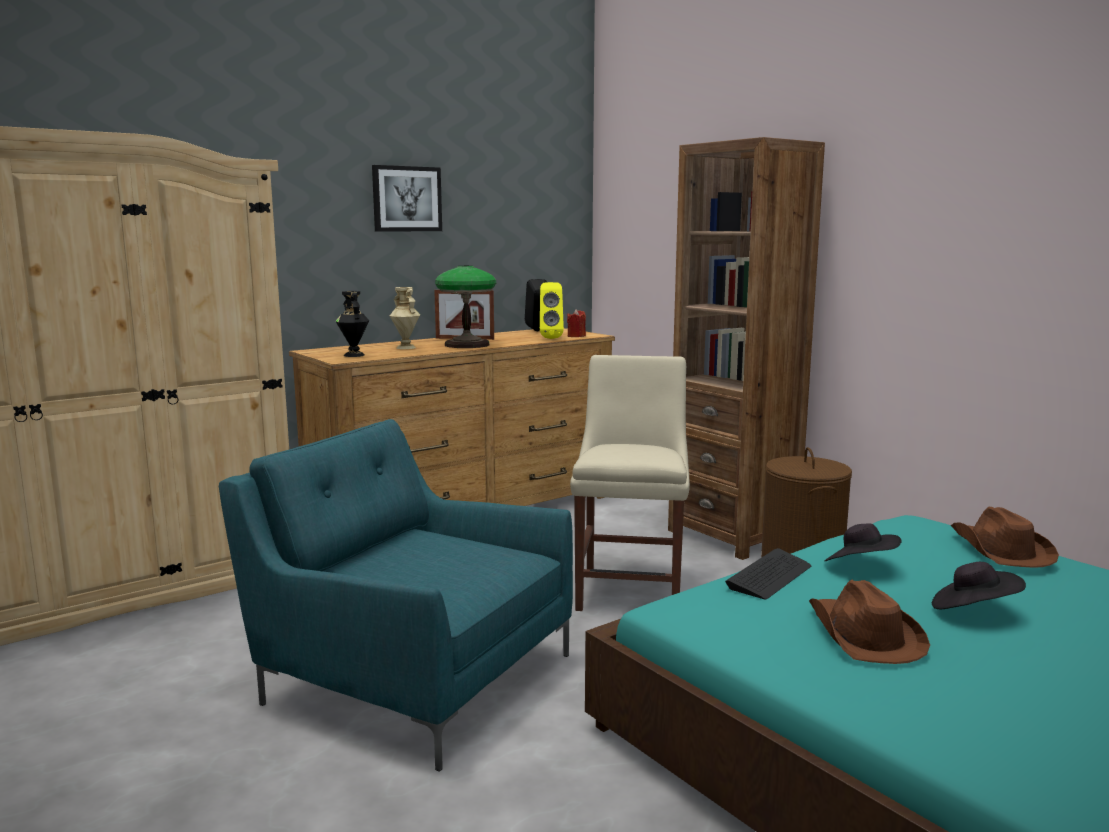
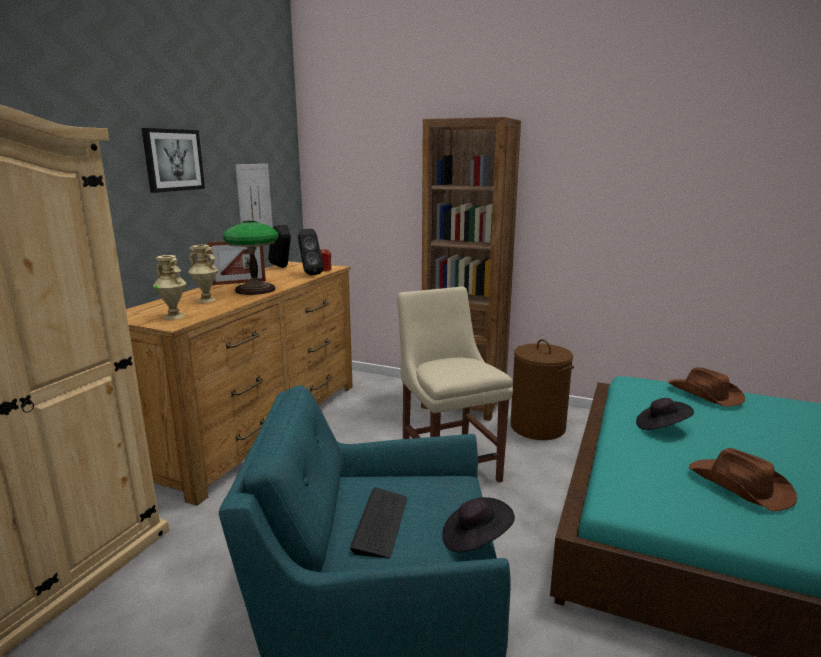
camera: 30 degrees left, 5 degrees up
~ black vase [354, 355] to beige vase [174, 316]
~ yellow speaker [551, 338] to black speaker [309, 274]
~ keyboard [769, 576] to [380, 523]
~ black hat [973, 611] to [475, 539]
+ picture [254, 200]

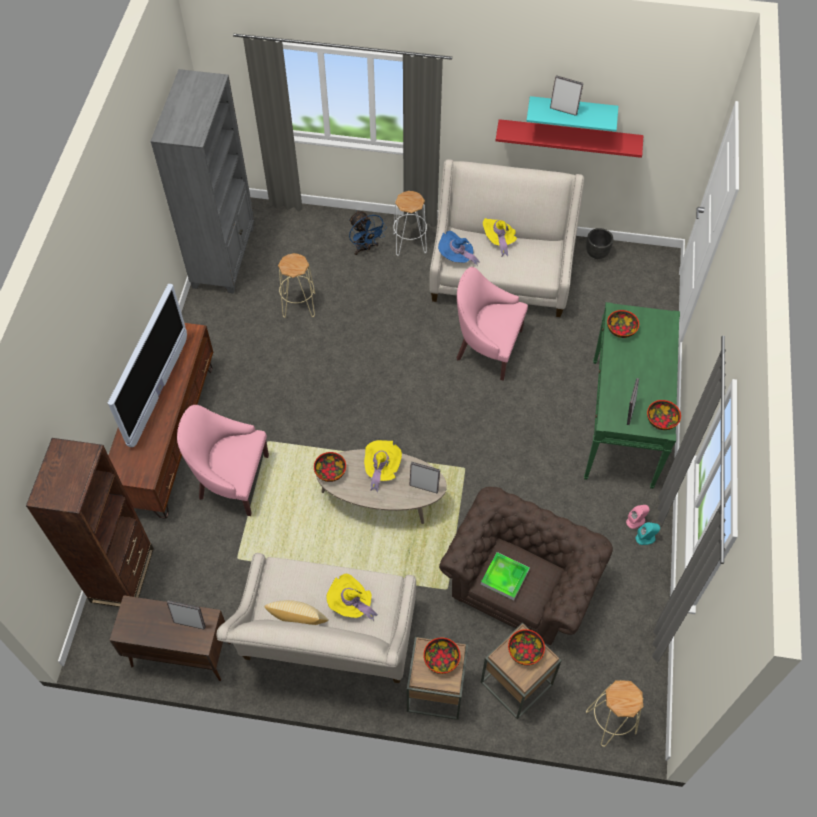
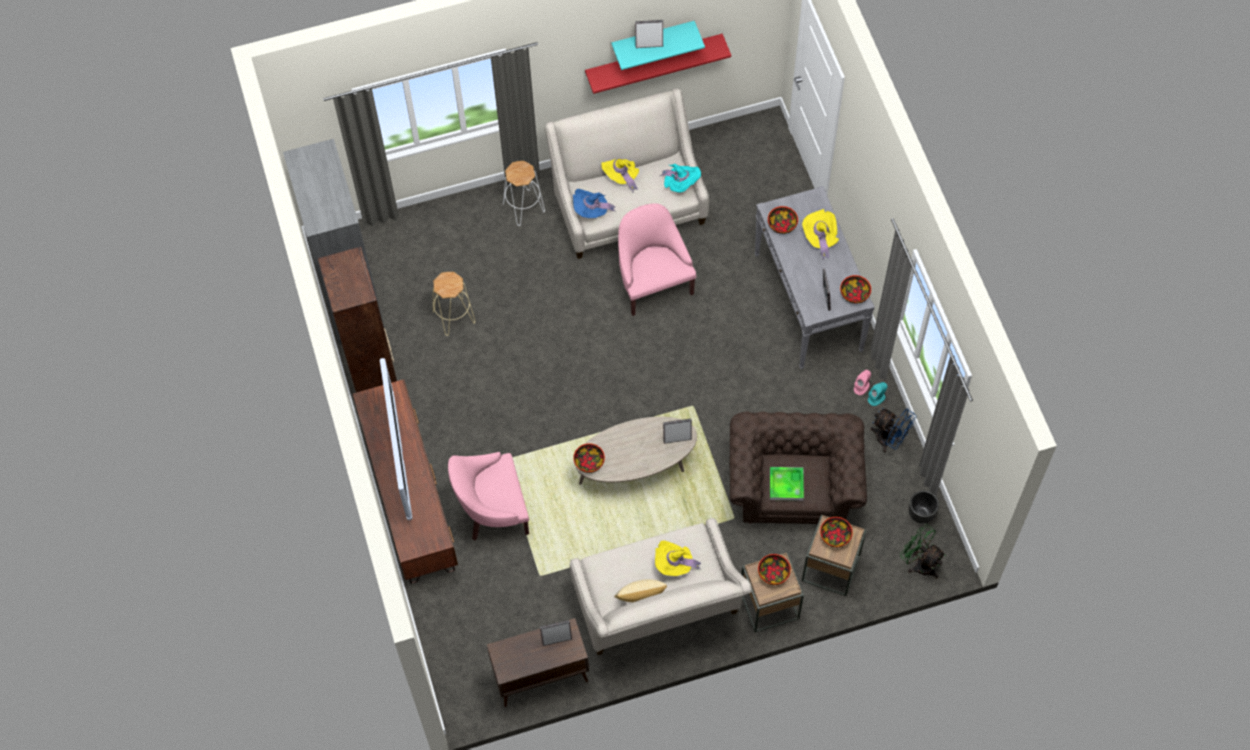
camera: 25 degrees left, 5 degrees up
~ brown bookcase [122, 575] to [373, 374]
~ blue fan [365, 248] to [889, 440]
~ yellow hat [381, 469] to [820, 238]
~ pink armchair [487, 347] = [653, 282] 75 degrees clockwise
~ green console table [622, 423] to grey console table [808, 303]
~ black planter [596, 253] to [920, 514]
~ beige stool [610, 722] to green fan [920, 563]
+ turquoise hat [681, 184]

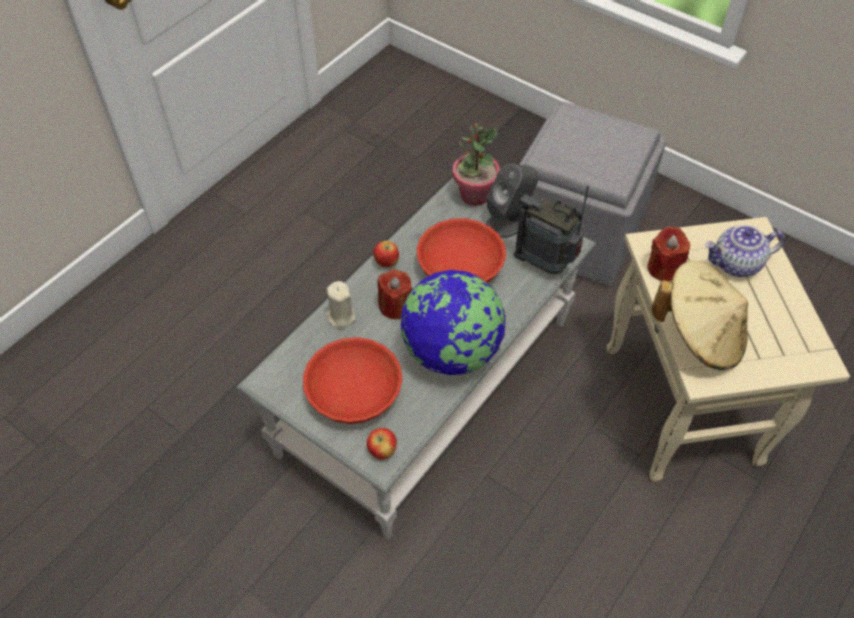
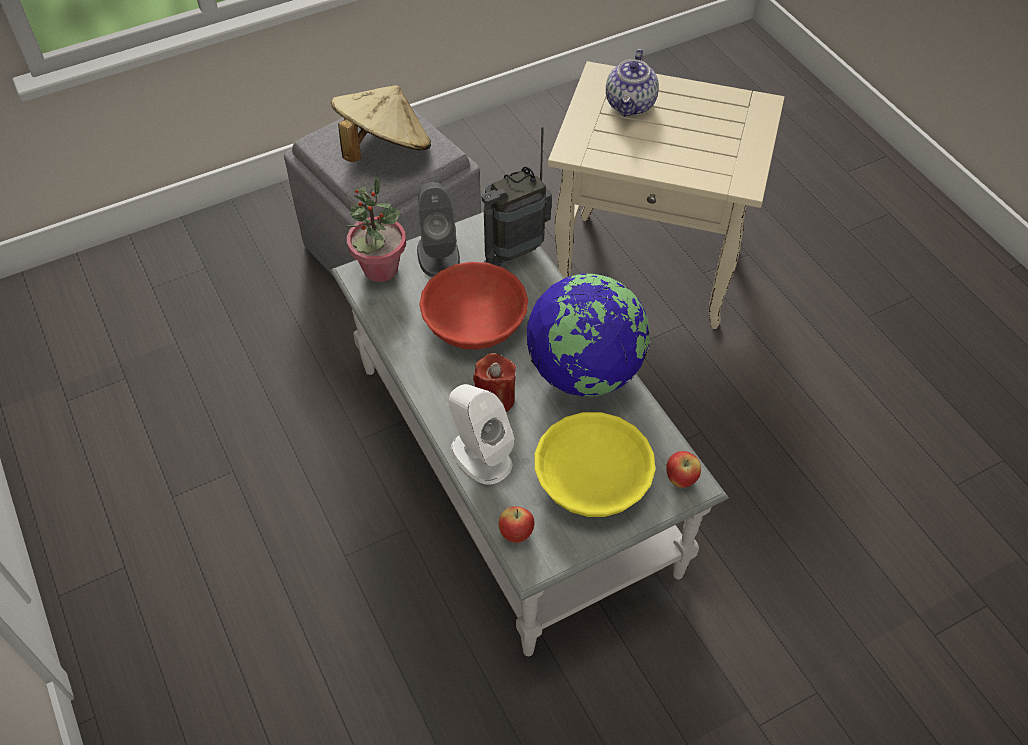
camera: 65 degrees left, 0 degrees up
~ red bowl [354, 392] to yellow bowl [592, 478]
~ beige candle [341, 317] to white speaker [480, 455]
~ apple [386, 263] to [516, 534]
- red candle [664, 268]
~ beige hat [699, 335] to [384, 149]

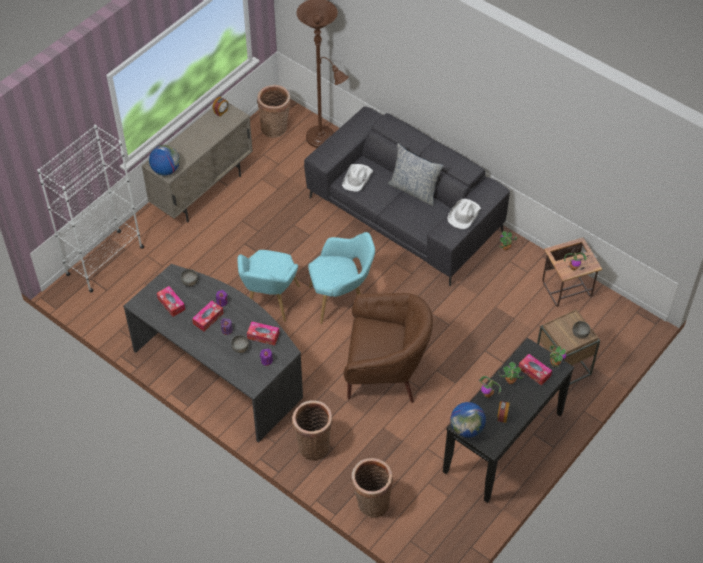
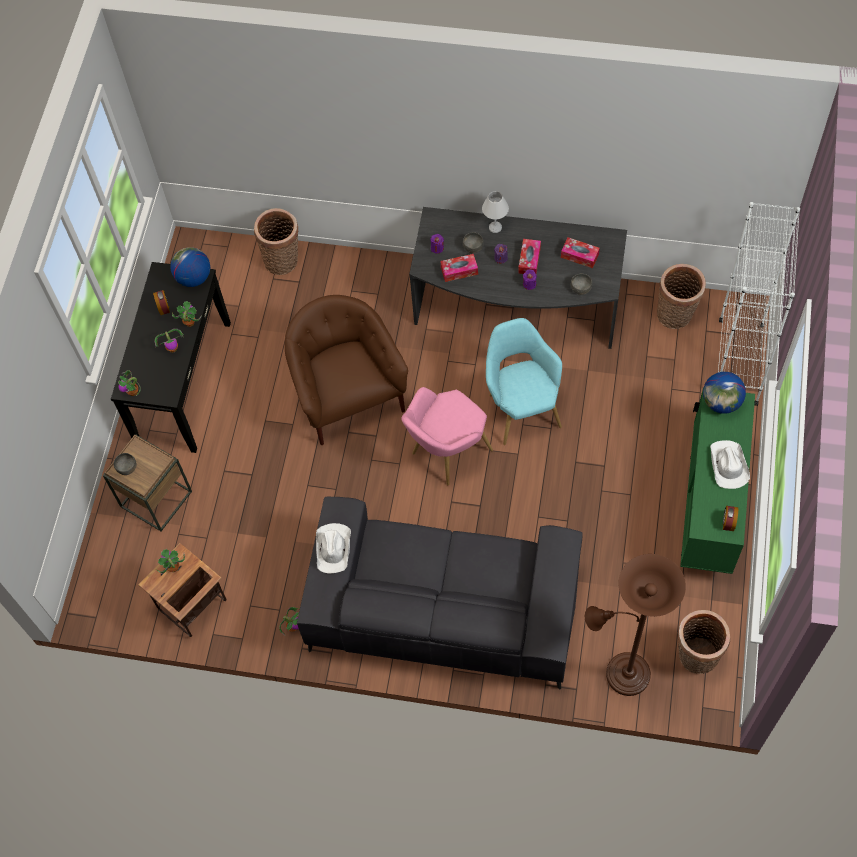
camera: 155 degrees right, 10 degrees up
~ beige cabinet [203, 191] to green cabinet [708, 509]
~ basket [313, 445] to [676, 316]
~ turquoise armchair [341, 299] to pink armchair [446, 453]
~ white hat [357, 178] to [728, 465]
~ brown armchair [384, 370] = [348, 395] 90 degrees clockwise
- pillow [414, 190]
- tissue box [534, 372]
+ white table lamp [495, 228]

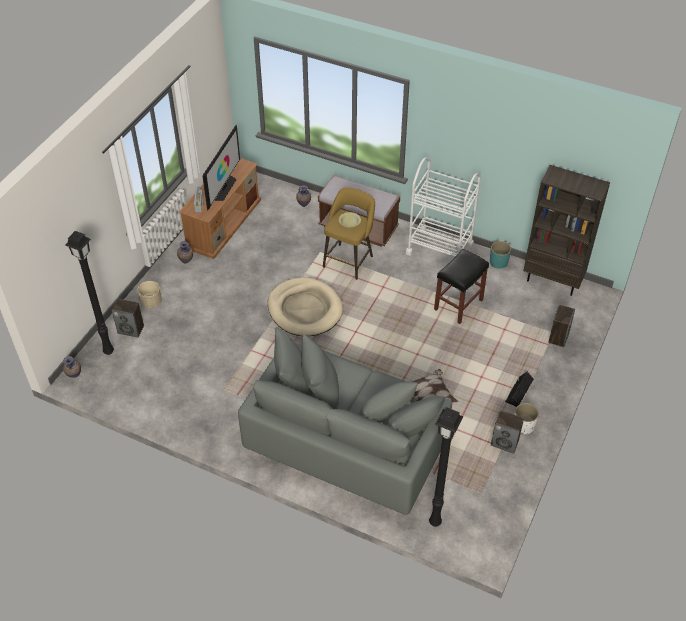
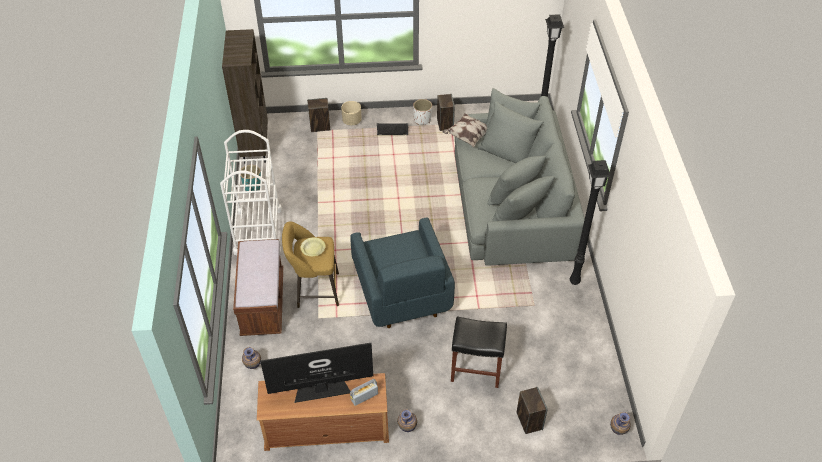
camera: 120 degrees left, 0 degrees up
~ black floor lamp [107, 351] to [575, 282]
~ beige planter [151, 302] to [352, 121]
~ beige dog bed [305, 309] to blue armchair [402, 293]
~ black stool [458, 305] to [477, 369]

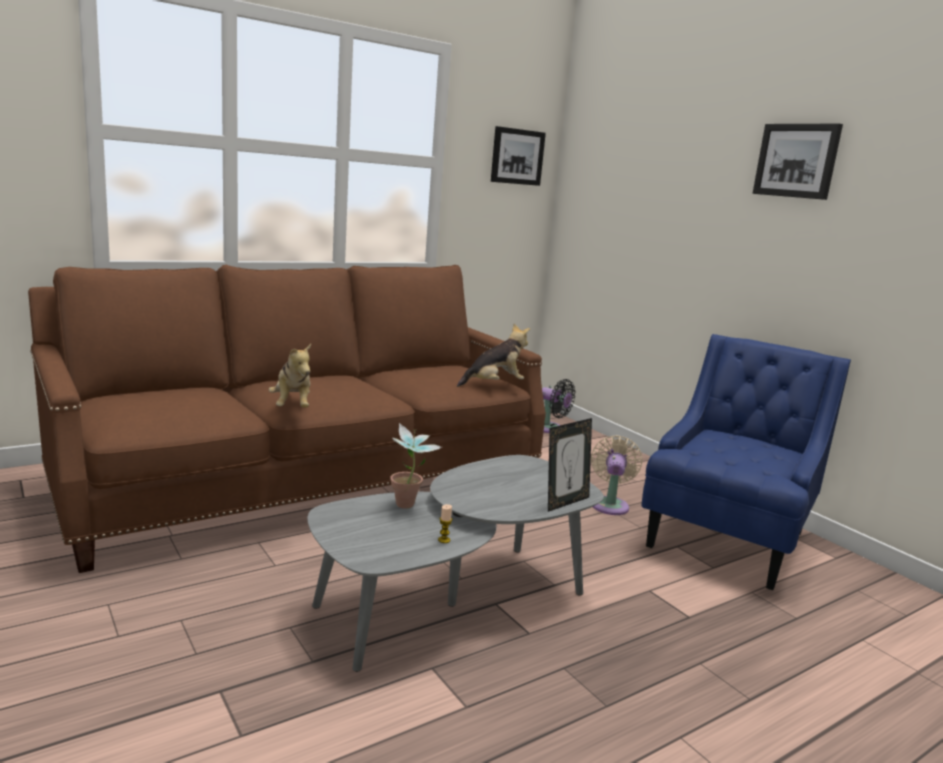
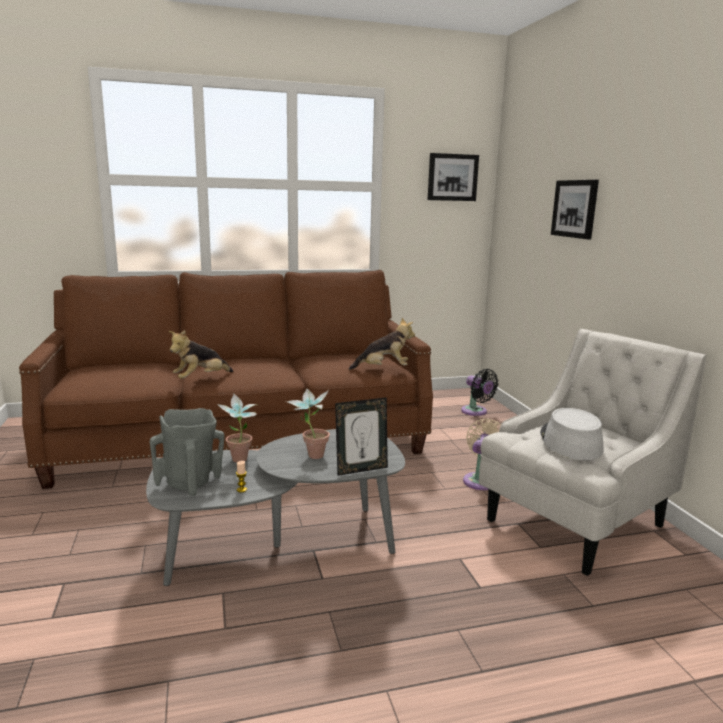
camera: 20 degrees right, 0 degrees up
~ plush toy [292, 406] = [200, 379] 45 degrees clockwise
~ blue armchair [725, 540] to white armchair [573, 524]
~ picture [797, 161] to [575, 208]
+ grey vase [191, 482]
+ potted plant [310, 456]
+ grey hat [569, 442]

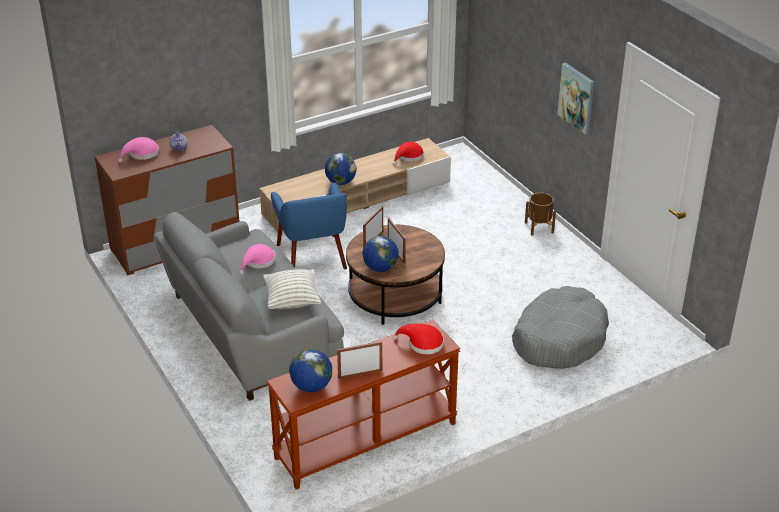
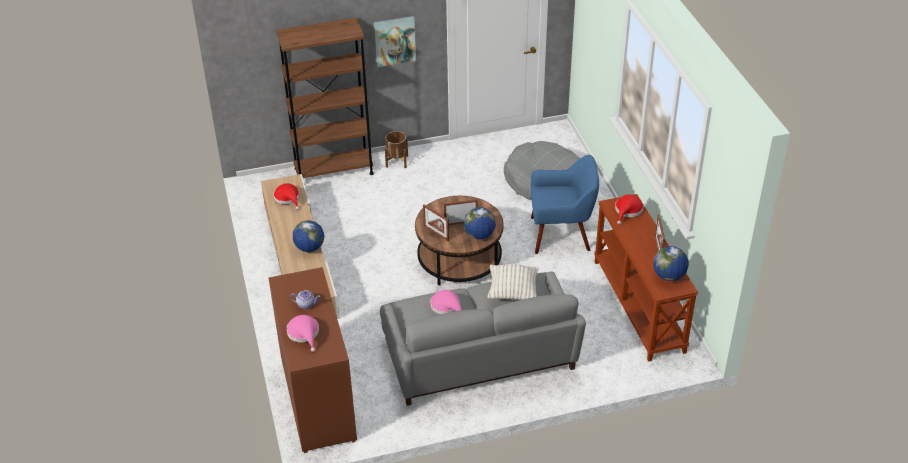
camera: 75 degrees left, 5 degrees up
~ blue armchair [312, 257] to [561, 234]
+ brown bookcase [334, 171]

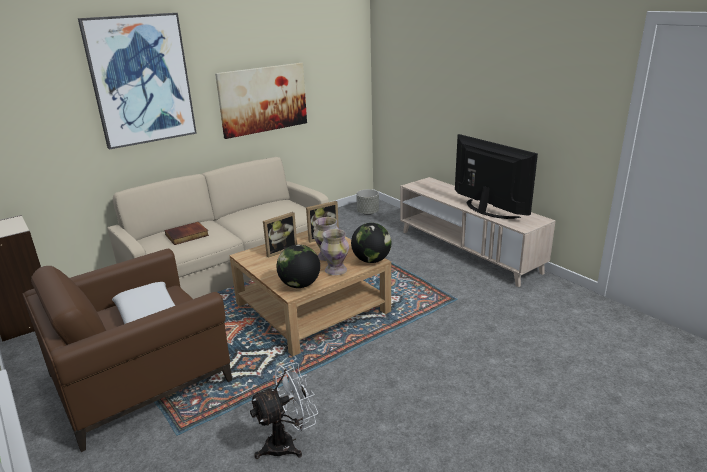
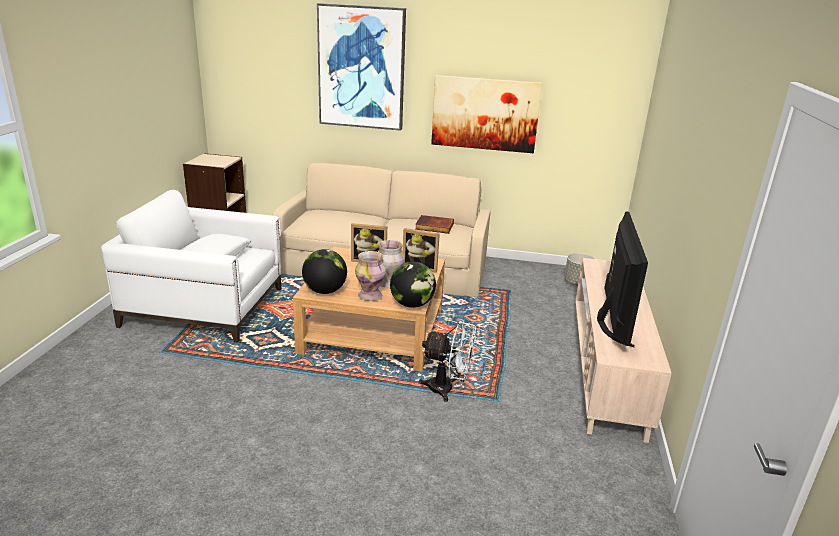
camera: 45 degrees right, 0 degrees up
~ brown armchair [140, 377] to white armchair [205, 307]
~ book [187, 236] to [434, 227]
~ white fan [287, 443] to [447, 389]

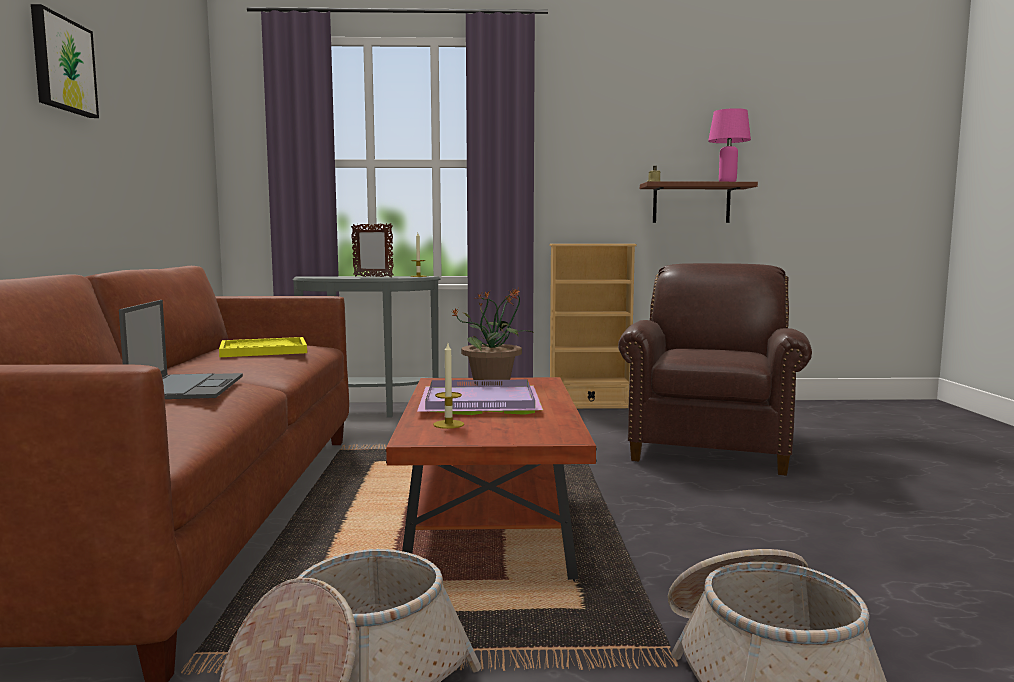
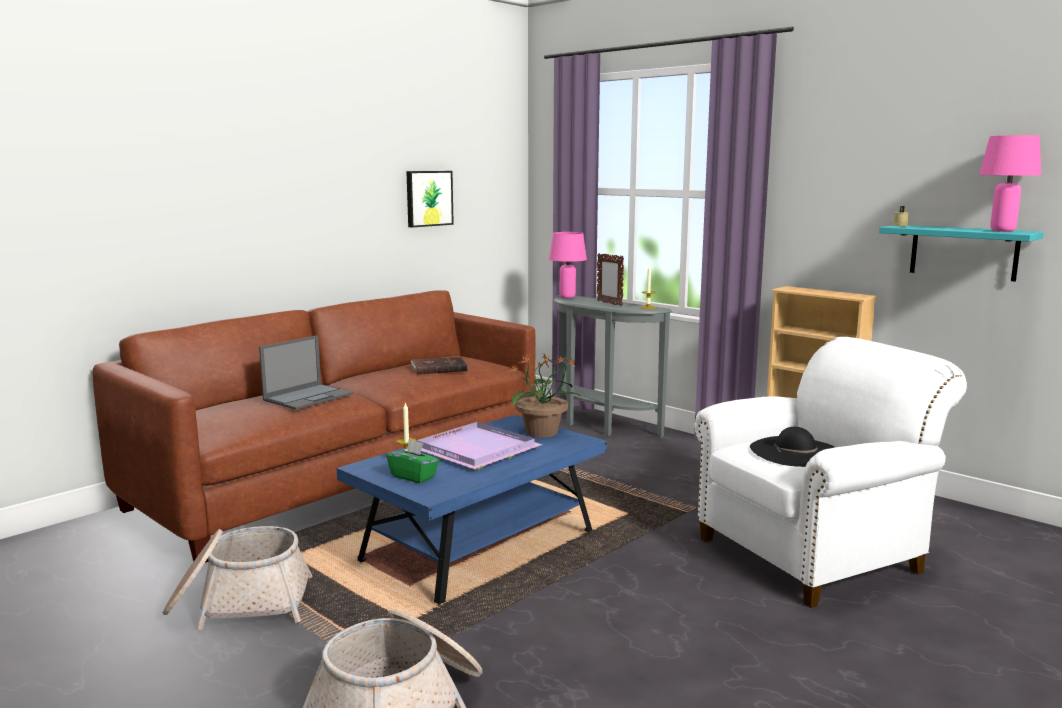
camera: 45 degrees right, 5 degrees up
~ picture [62, 65] to [428, 198]
~ yellow tray [263, 350] to brown book [438, 368]
~ brown coffee table [489, 525] to blue coffee table [479, 548]
~ brown armchair [710, 446] to white armchair [816, 553]
~ brown shelf [691, 203] to turquoise shelf [963, 252]
+ green tissue box [413, 476]
+ pink table lamp [568, 297]
+ black hat [795, 452]

